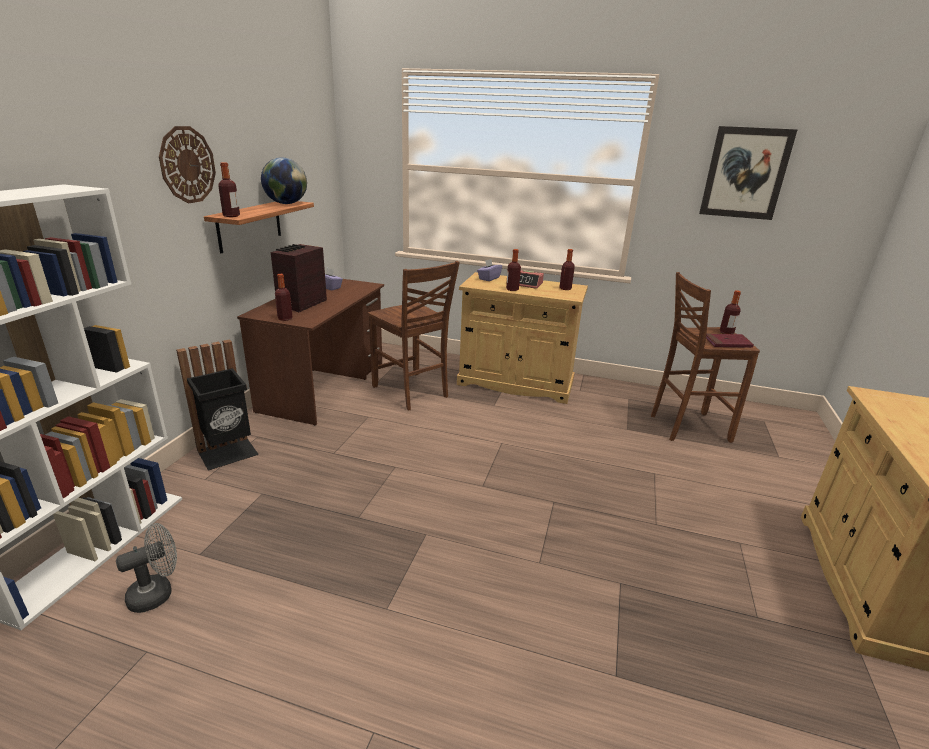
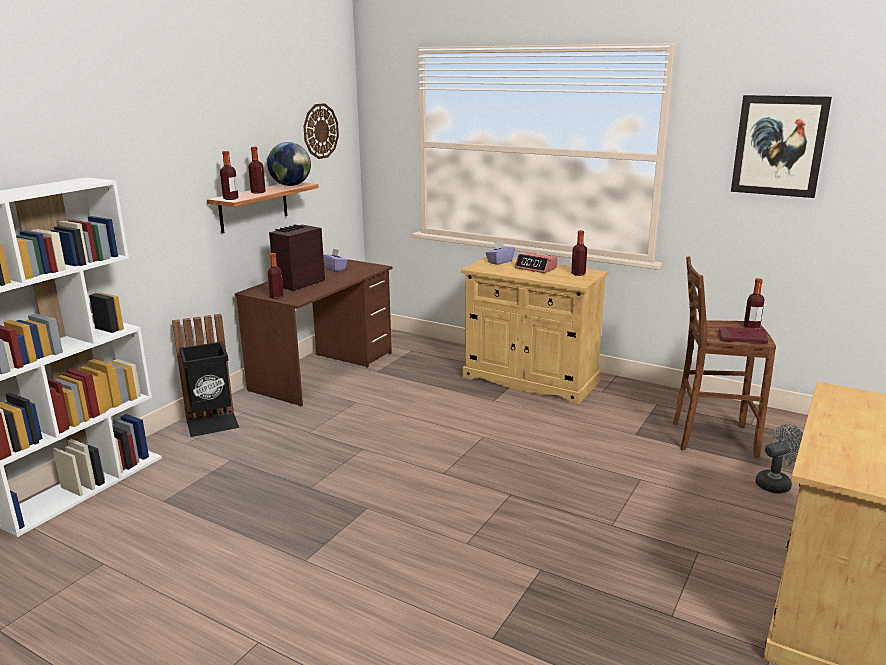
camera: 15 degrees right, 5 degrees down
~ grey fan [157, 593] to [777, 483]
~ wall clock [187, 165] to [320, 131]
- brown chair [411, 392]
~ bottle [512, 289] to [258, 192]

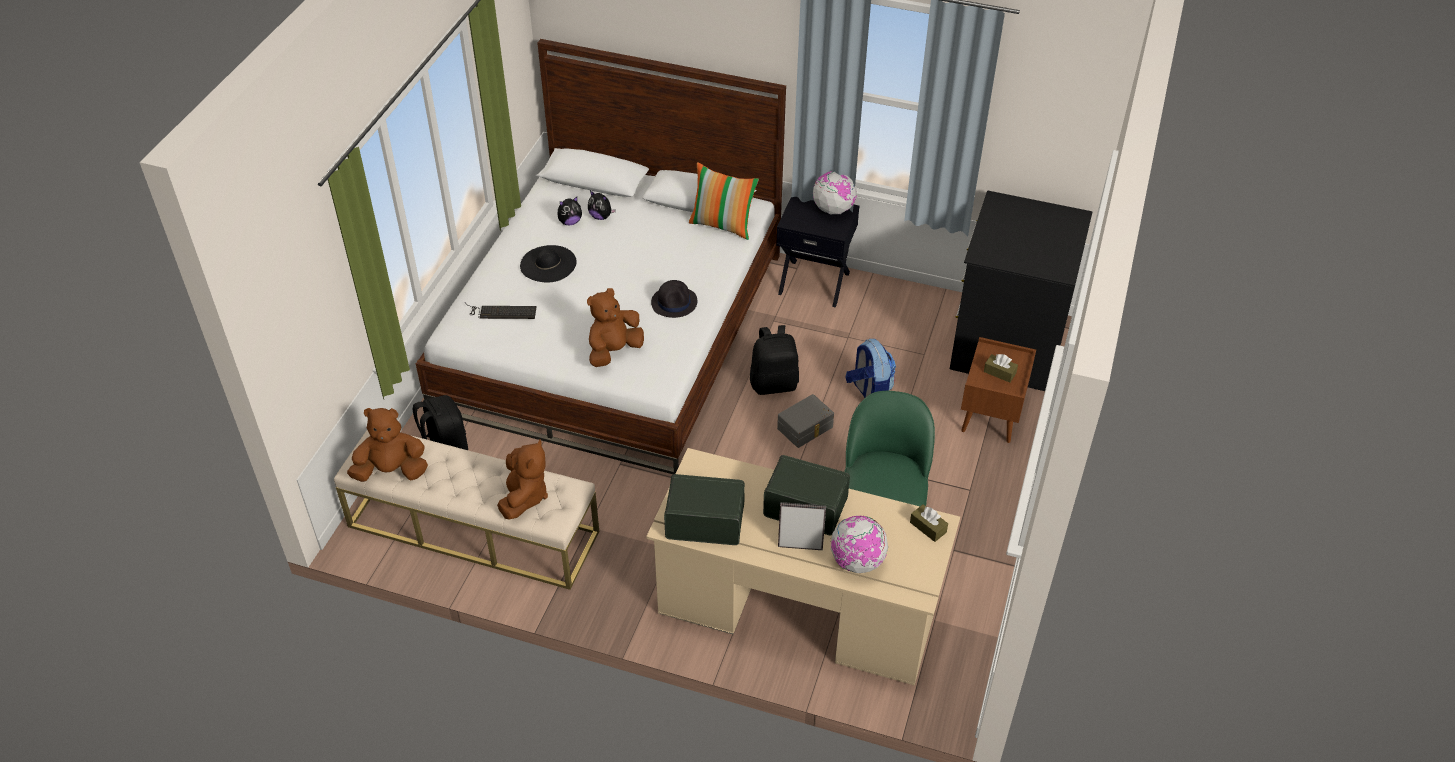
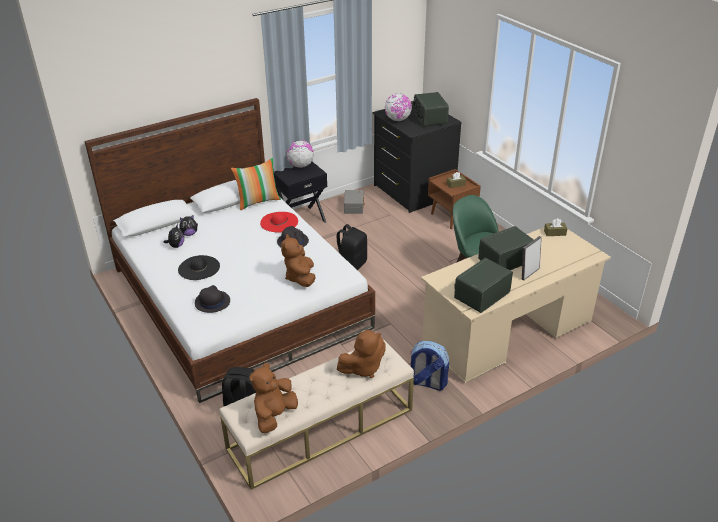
camera: 50 degrees left, 10 degrees down
~ keyboard [501, 312] to black hat [212, 302]
~ brown plush toy [524, 496] = [363, 368] 105 degrees clockwise
~ grey storage box [806, 428] to [354, 206]
~ globe [857, 562] to [398, 120]
~ backpack [869, 393] to [427, 383]
+ red hat [279, 222]
+ radio [429, 118]

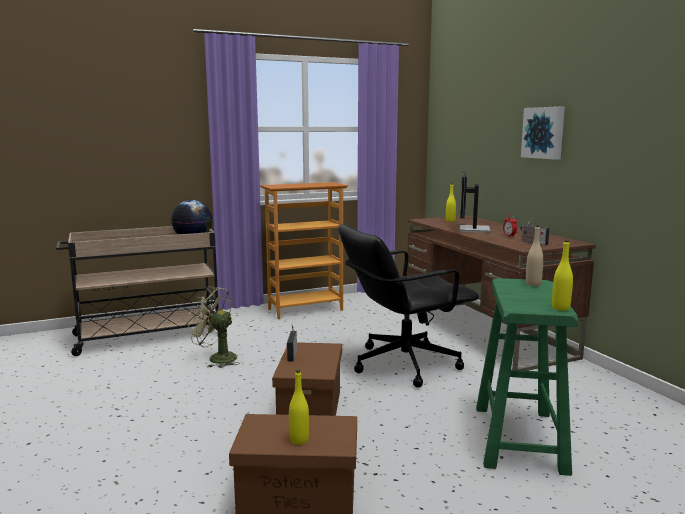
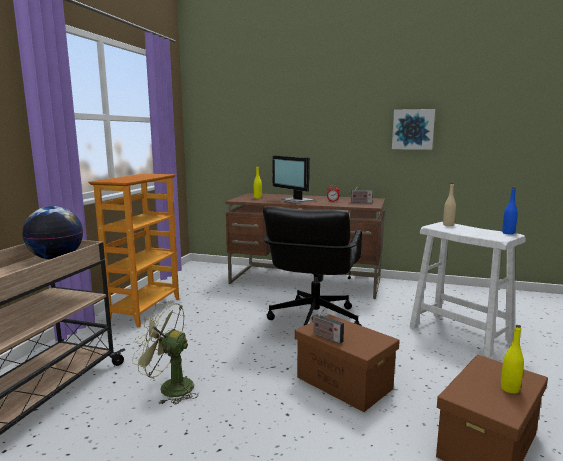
camera: 50 degrees left, 0 degrees up
~ green fan [216, 358] = [169, 388] 45 degrees clockwise
~ green stool [519, 438] to white stool [459, 333]
~ picture [544, 133] to [413, 129]
~ yellow bottle [560, 308] to blue bottle [508, 233]

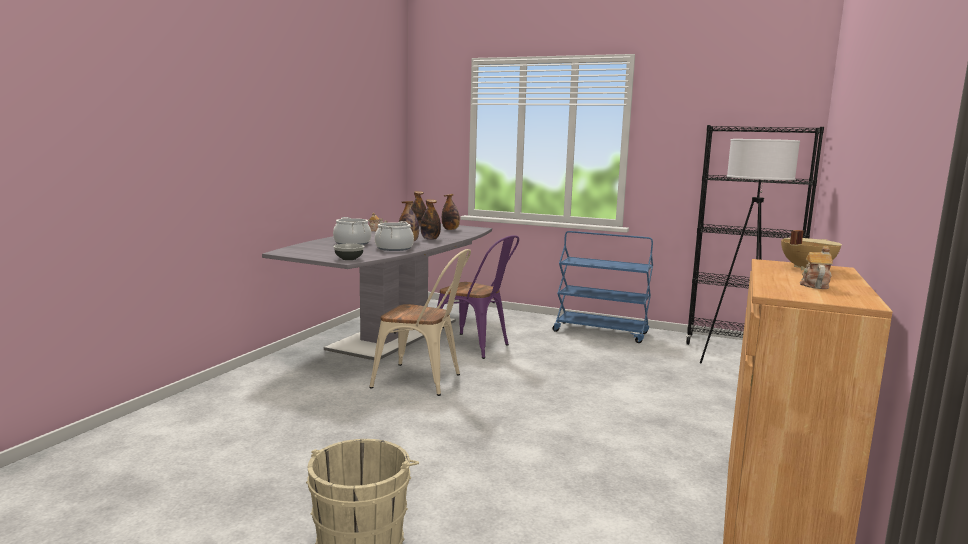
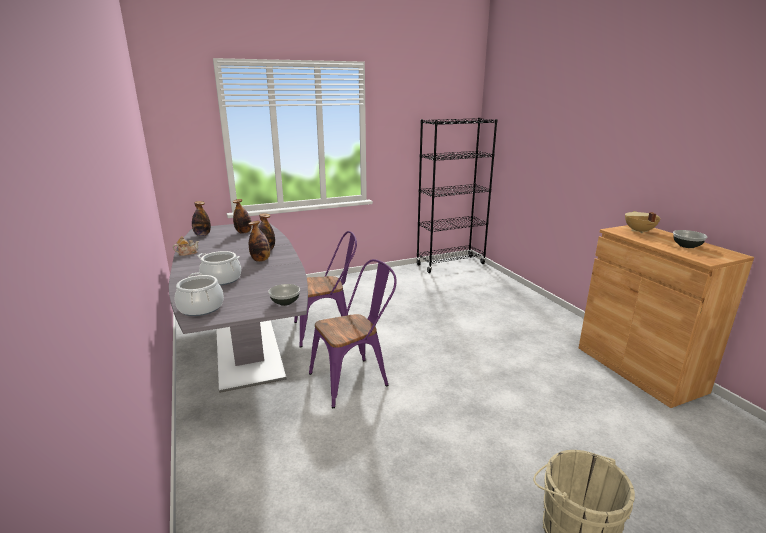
camera: 45 degrees left, 10 degrees up
~ beige chair [424, 381] to purple chair [355, 378]
~ cooking pot [394, 248] to [201, 308]
- blue cart [601, 332]
- white floor lamp [738, 369]
~ teapot [814, 285] to bowl [687, 246]

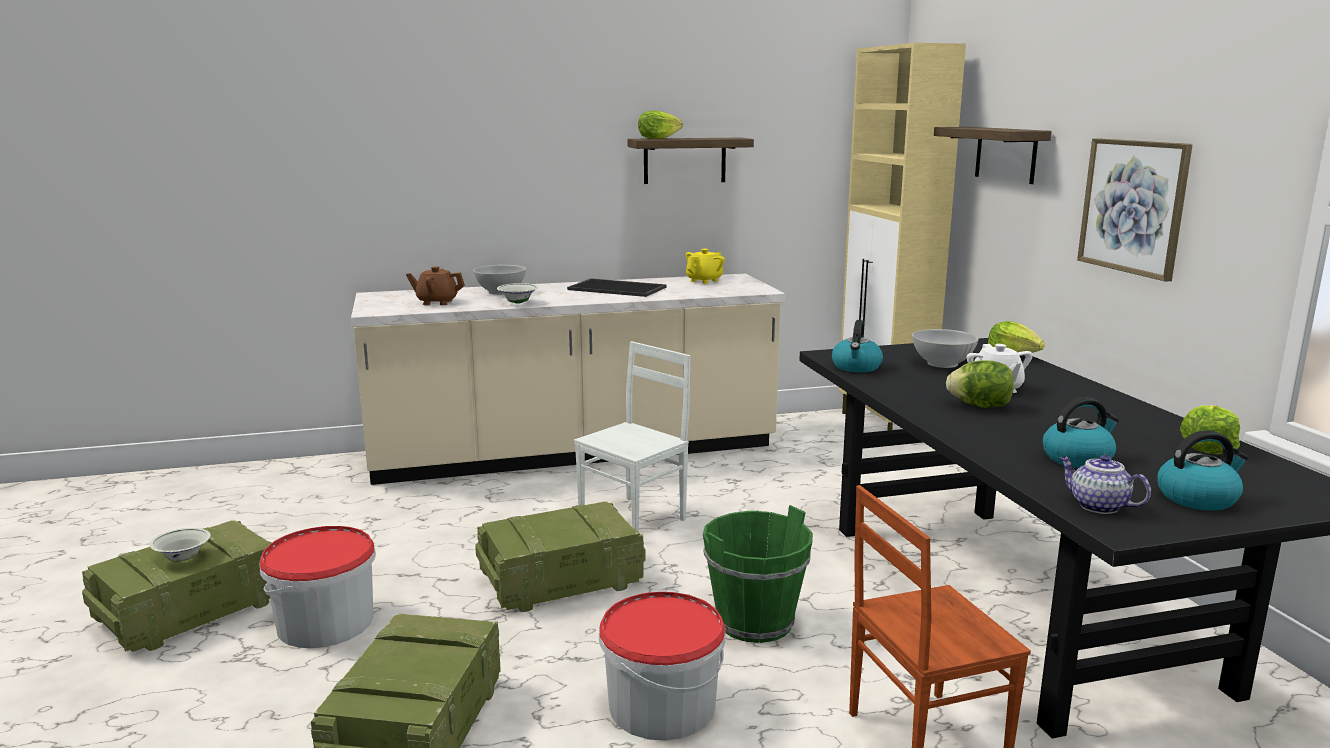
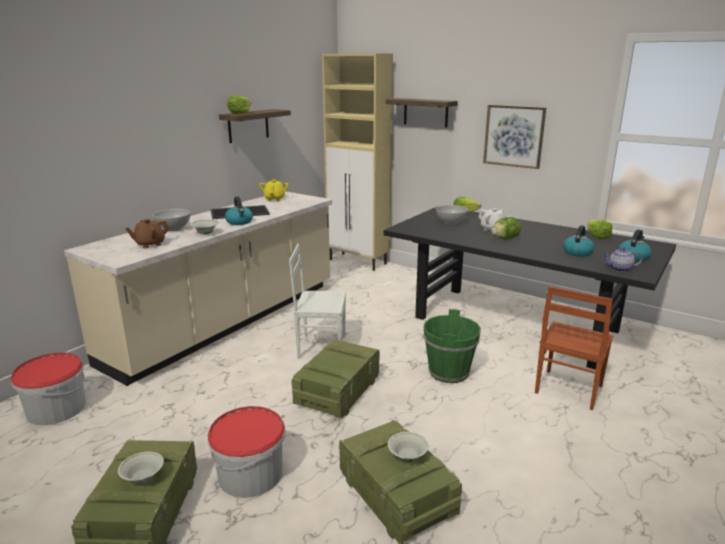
camera: 40 degrees left, 5 degrees up
~ white chair [634, 519] = [321, 346] 90 degrees counterclockwise
~ bucket [661, 706] to [56, 409]
~ kettle [856, 367] to [239, 222]
+ white bowl [407, 457]

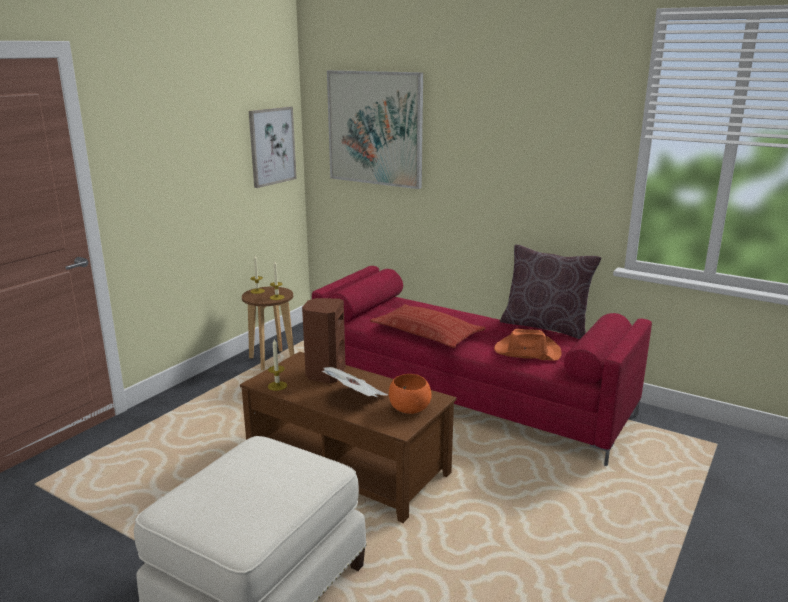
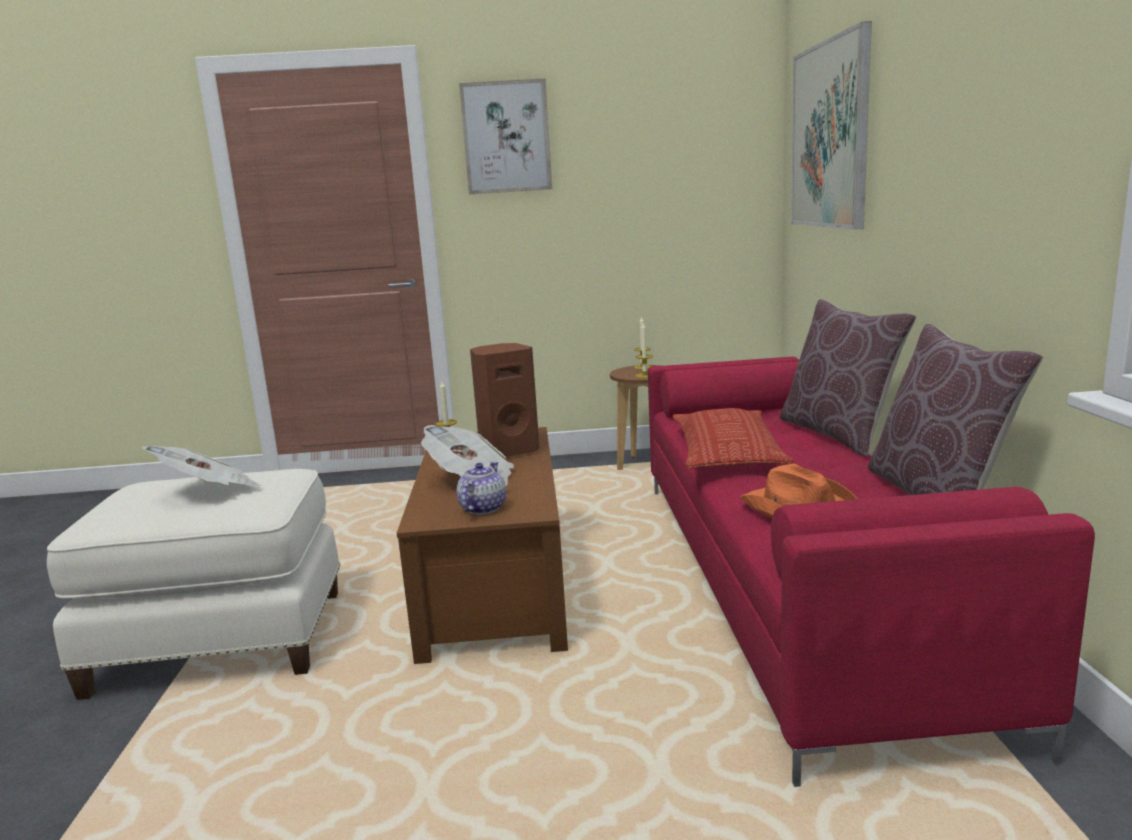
camera: 55 degrees right, 5 degrees down
~ picture [272, 146] to [506, 137]
~ orange bowl [409, 409] to teapot [482, 508]
+ newspaper [209, 491]
+ brown pillow [838, 434]

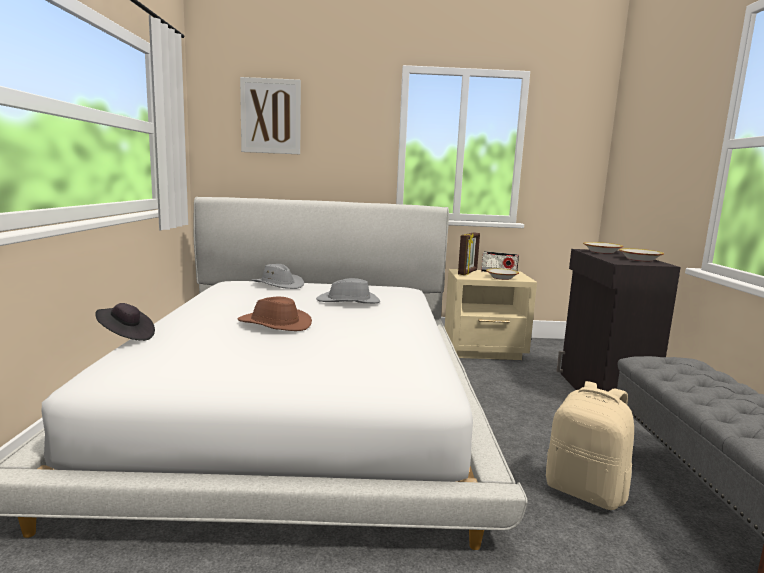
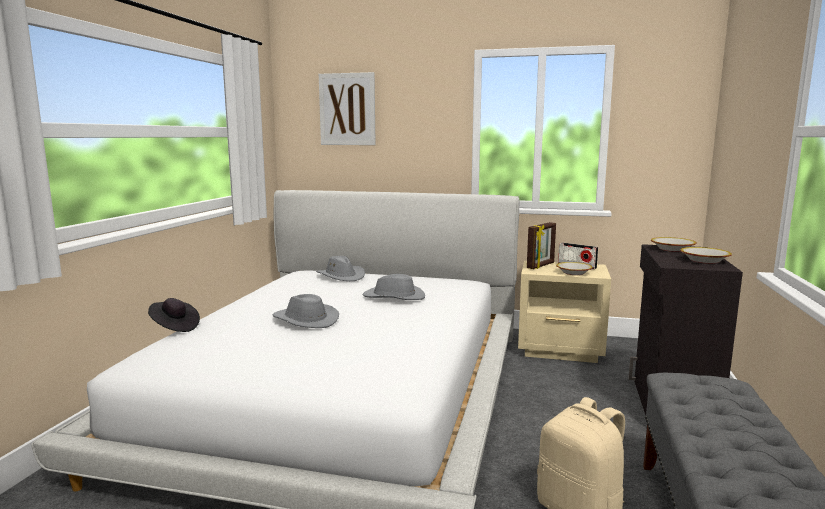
camera: 15 degrees right, 0 degrees up
~ brown hat [274, 324] to grey hat [304, 320]

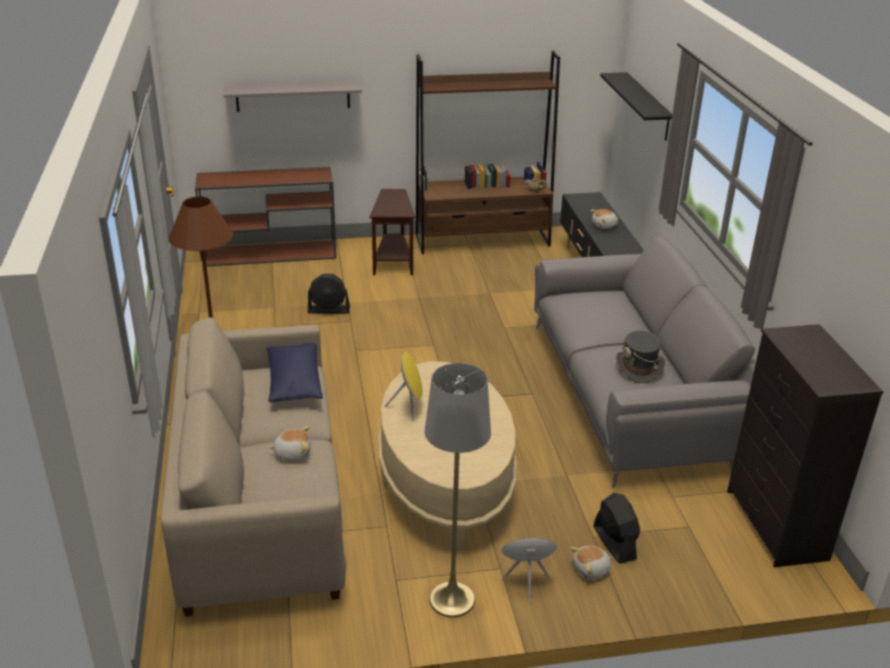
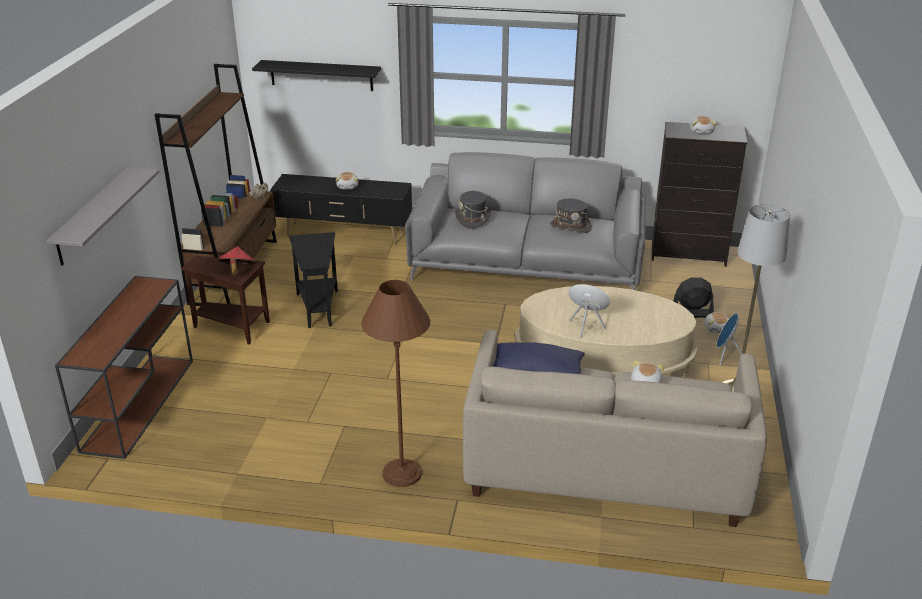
camera: 70 degrees left, 0 degrees up
- black fan [329, 310]
+ red hat [238, 271]
+ black side table [318, 307]
+ grey hat [473, 219]
+ plush toy [701, 132]

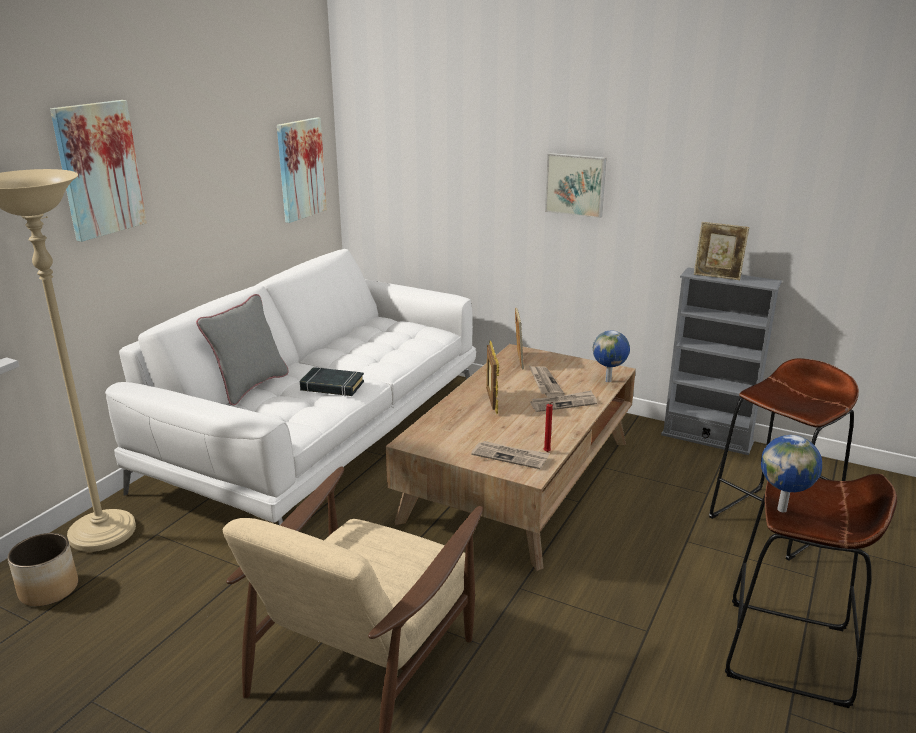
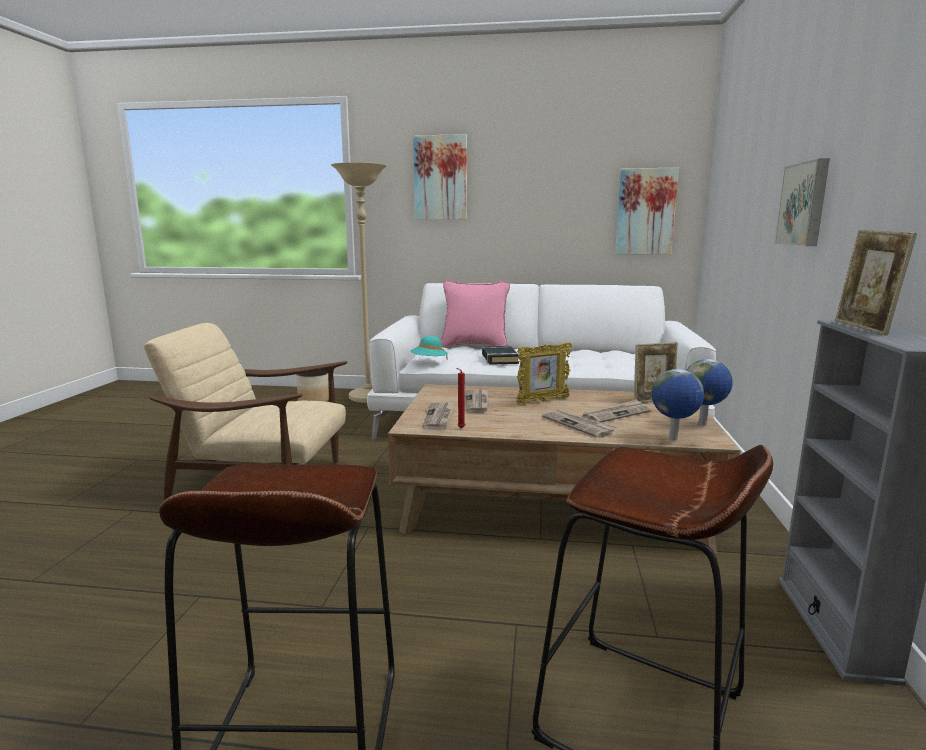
camera: 70 degrees right, 10 degrees down
~ grey pillow [249, 386] to pink pillow [474, 346]
~ globe [783, 509] to [703, 424]
+ turquoise hat [429, 361]
+ newspaper [477, 402]

